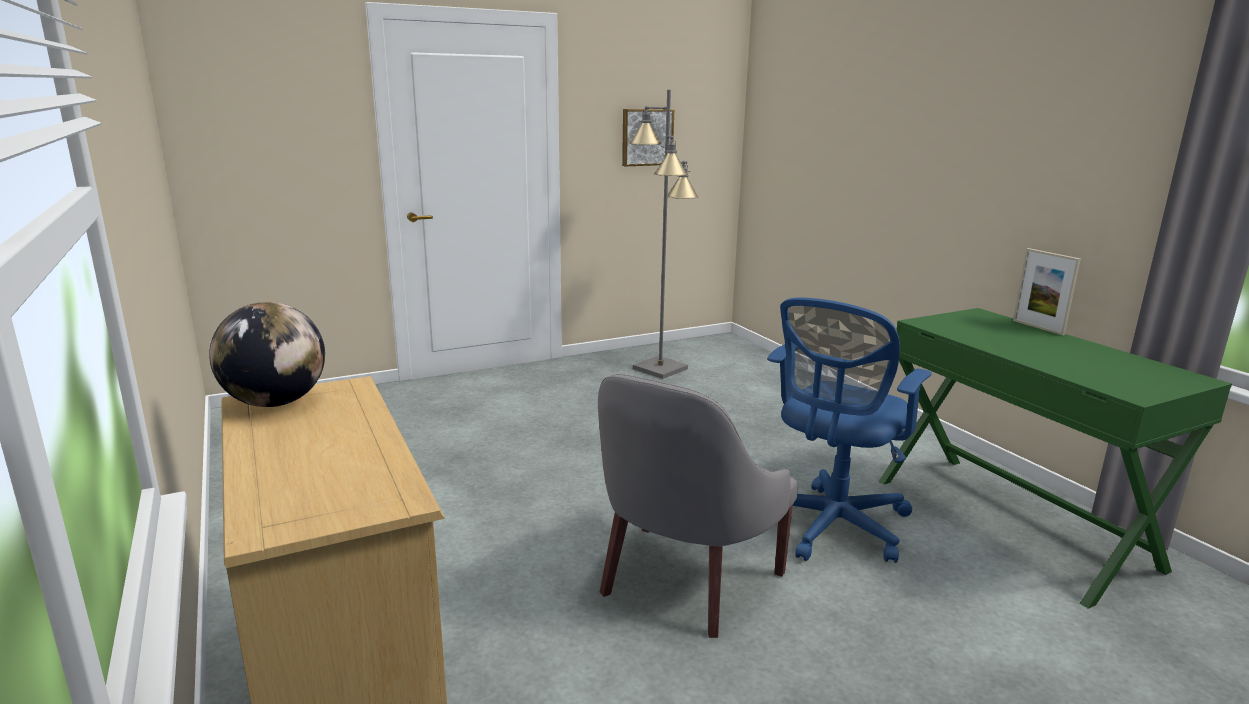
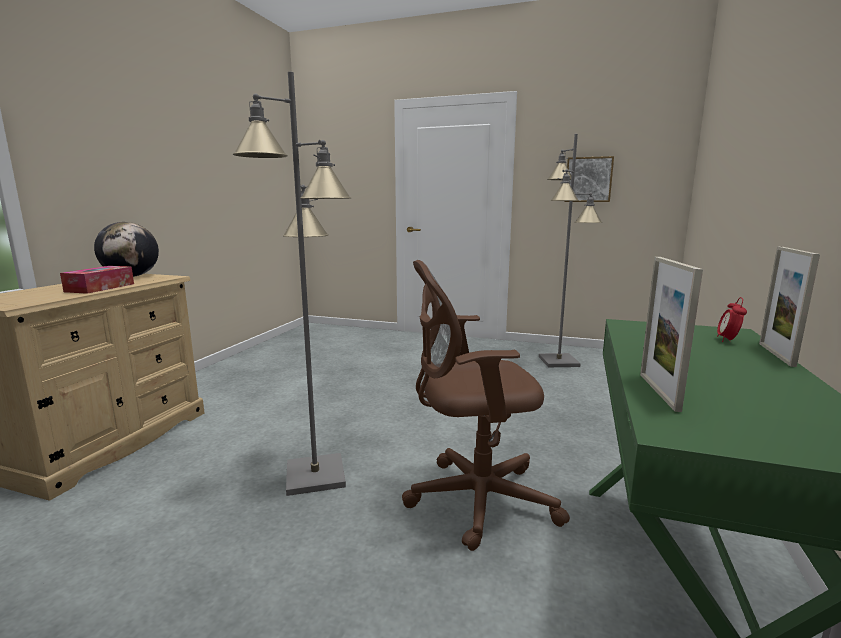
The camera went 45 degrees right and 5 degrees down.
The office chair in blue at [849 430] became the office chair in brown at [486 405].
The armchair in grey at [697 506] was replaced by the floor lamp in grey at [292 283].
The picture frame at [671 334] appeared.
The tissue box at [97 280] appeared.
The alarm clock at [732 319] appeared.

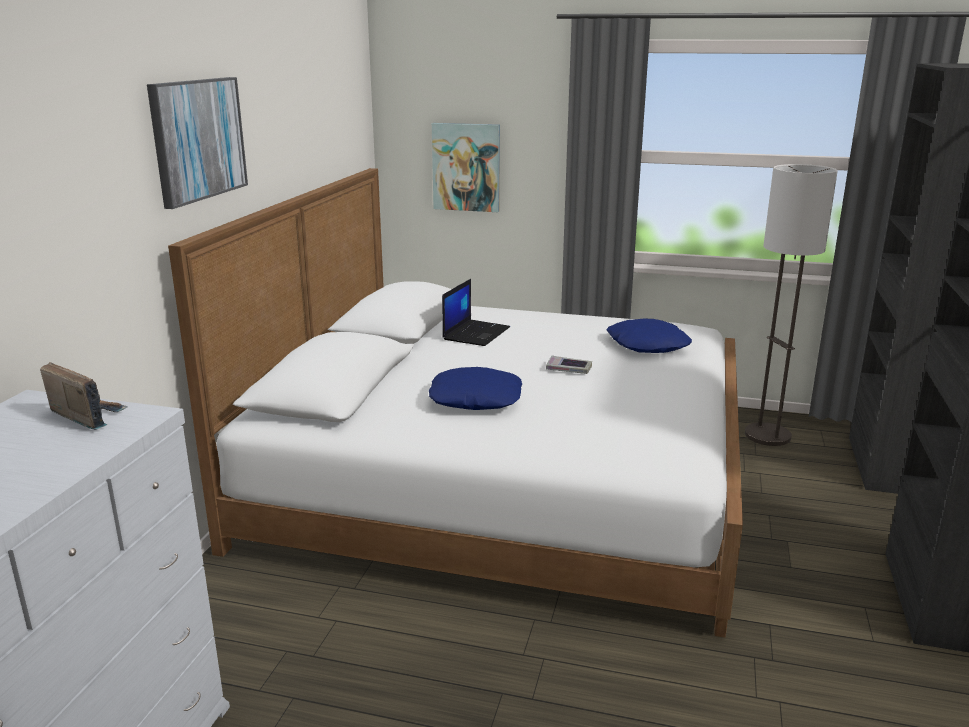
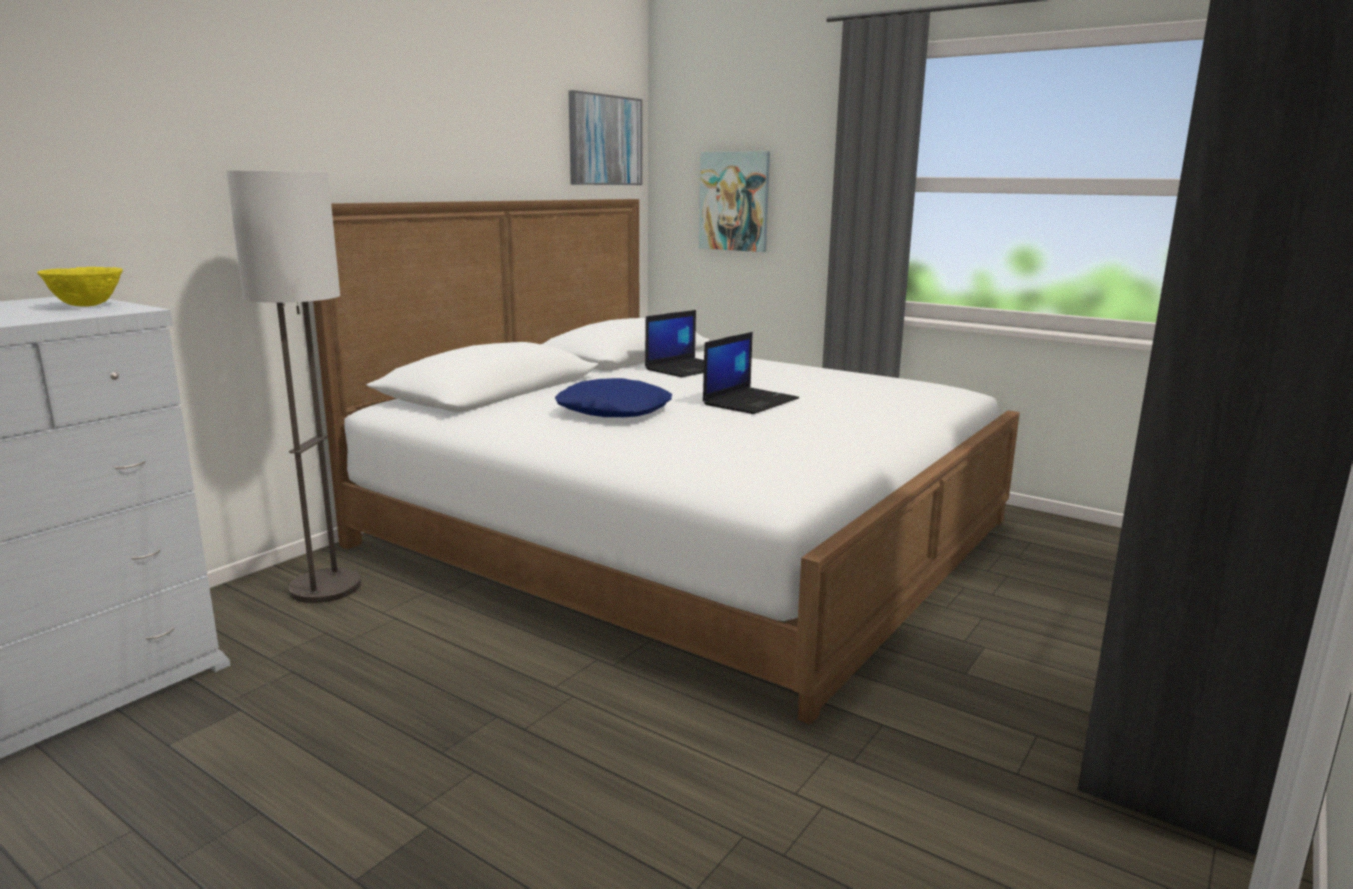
The camera went 20 degrees right and 5 degrees down.
The picture moved from [197 143] to [605 137].
The floor lamp moved from [791 305] to [293 386].
The pillow in blue at [649 335] disappeared.
The book at [569 365] was replaced by the laptop at [751 373].
The radio at [84 396] was replaced by the bowl in yellow at [80 286].

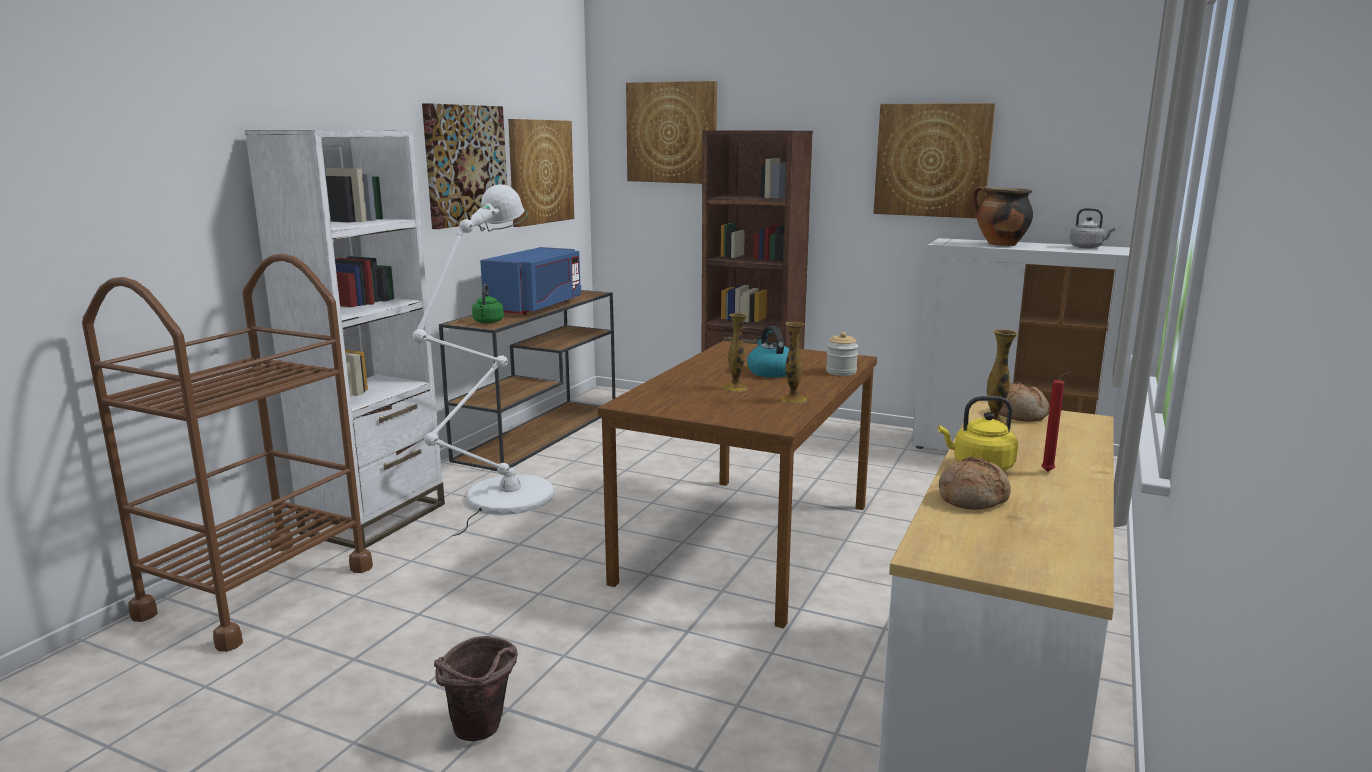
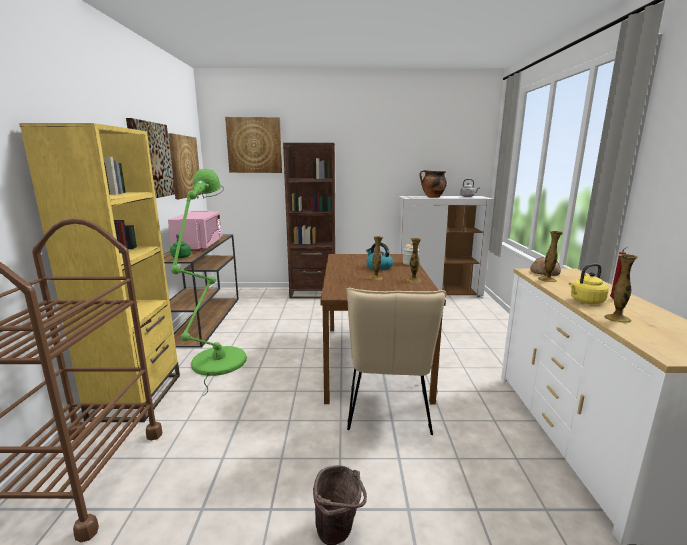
The camera went 25 degrees left and 0 degrees up.
The picture at [934 160] disappeared.
The bookcase in white at [345 339] became the bookcase in yellow at [99 272].
The floor lamp in white at [484 360] became the floor lamp in green at [209 282].
The microwave in blue at [530 281] became the microwave in pink at [195 231].
The bread at [975 483] was replaced by the vase at [621 288].
The chair in beige at [396 361] appeared.

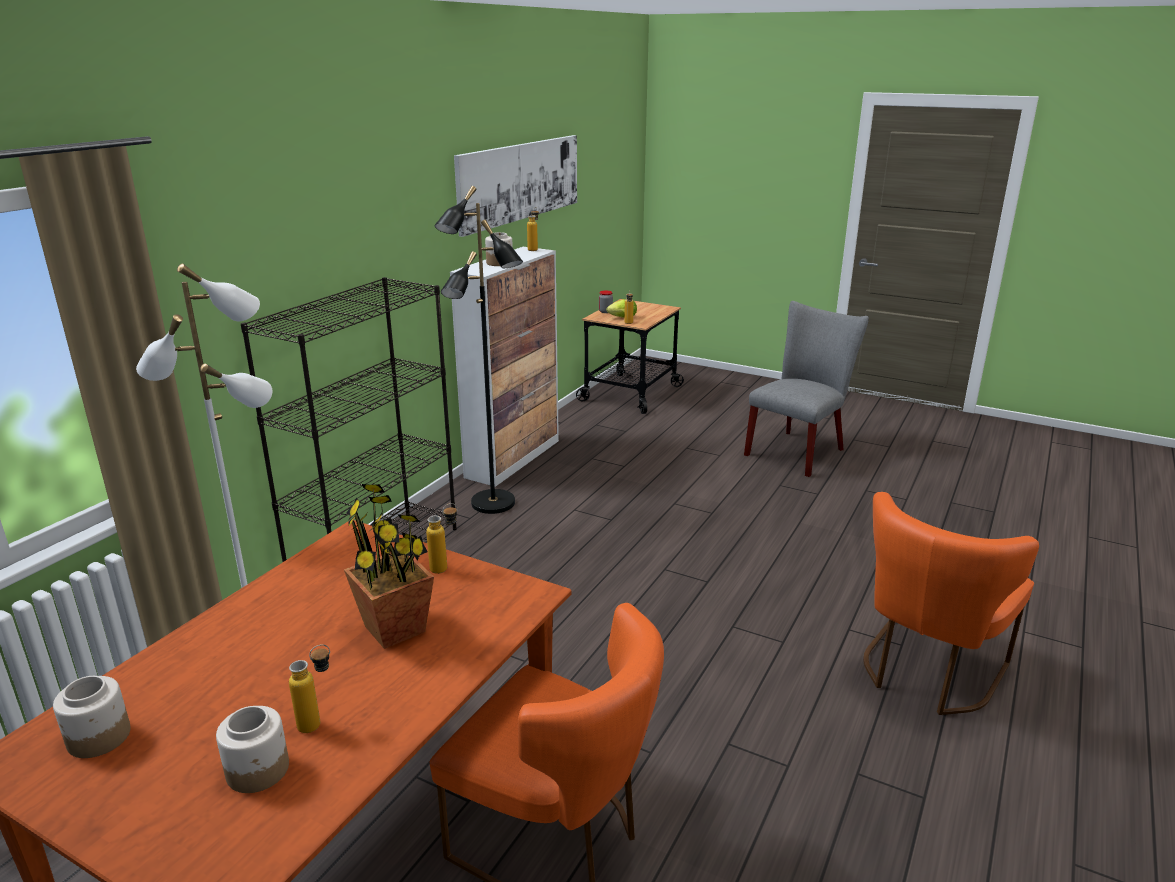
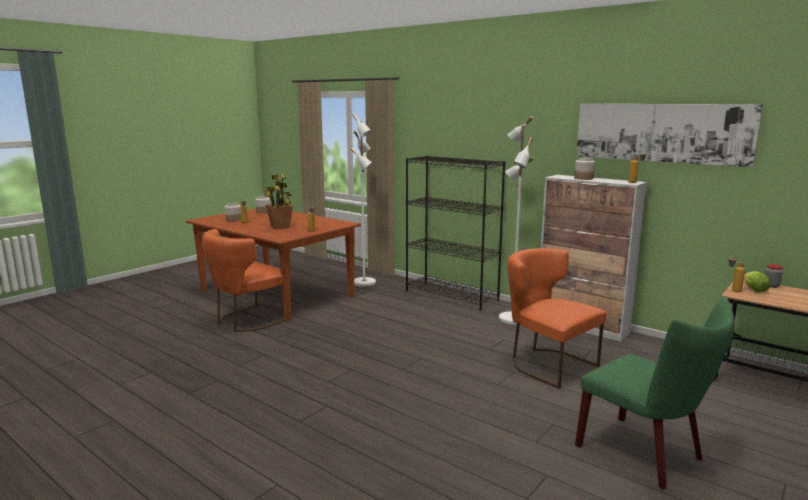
The camera went 100 degrees right and 10 degrees down.
The floor lamp in black at [478 350] became the floor lamp in white at [516 220].
The chair in grey at [806 389] became the chair in green at [654 392].
The chair in orange moved from [951 603] to [557 318].

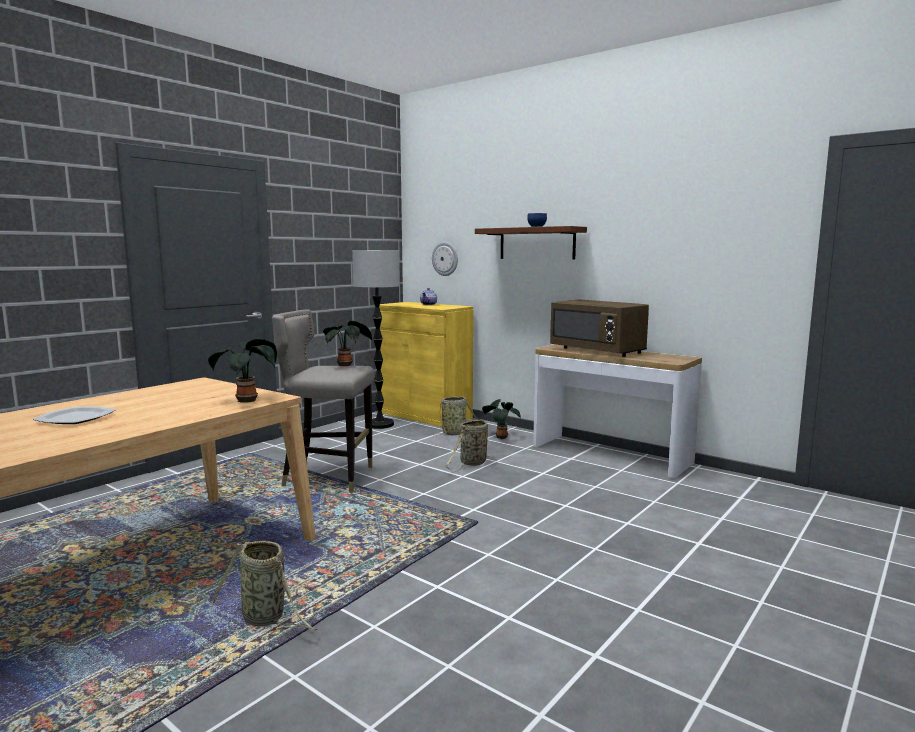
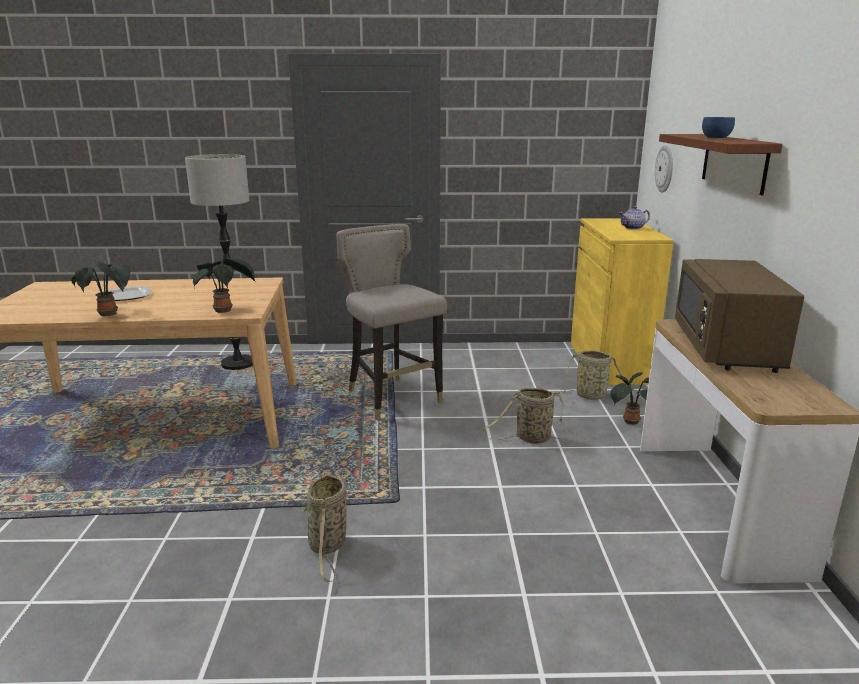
The camera went 50 degrees right and 10 degrees up.
The floor lamp moved from [376 339] to [219 262].
The potted plant moved from [348 343] to [100 289].
The basket moved from [264 585] to [324 526].

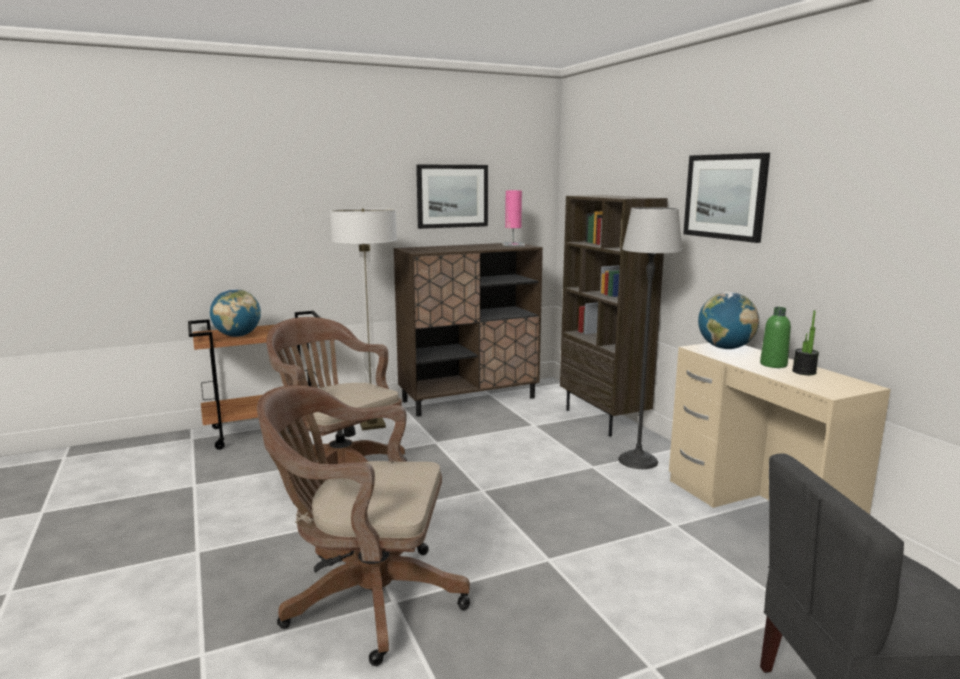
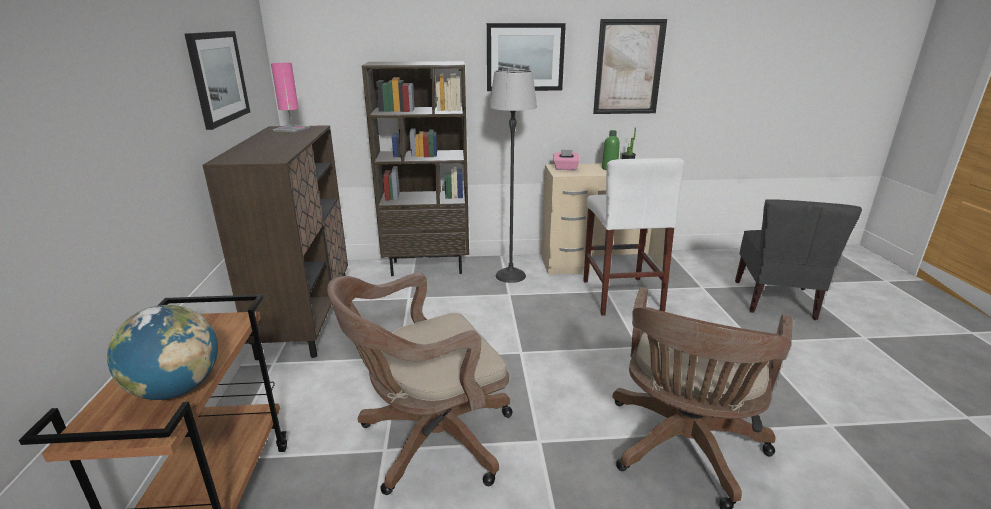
The camera went 70 degrees left and 10 degrees up.
The floor lamp at [363 319] disappeared.
The globe at [728 320] was replaced by the tissue box in pink at [566 160].
The picture at [630 66] appeared.
The stool in white at [633 237] appeared.

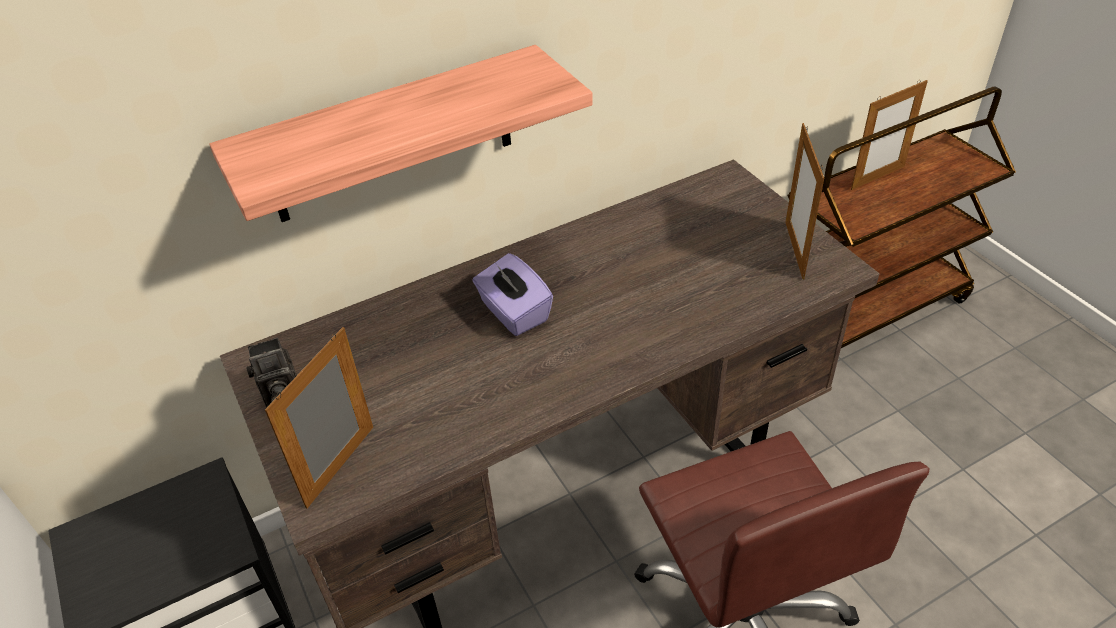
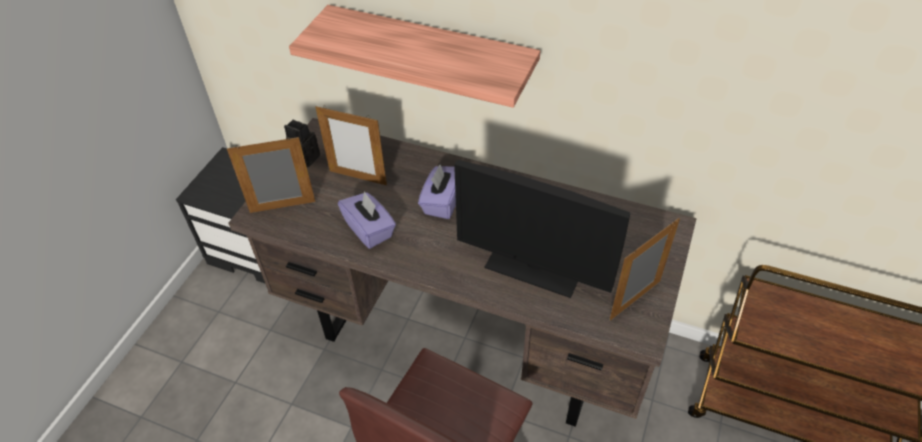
The camera went 50 degrees right and 5 degrees up.
The picture frame moved from [889 135] to [351 145].
The monitor at [542 229] appeared.
The tissue box in purple at [367 220] appeared.

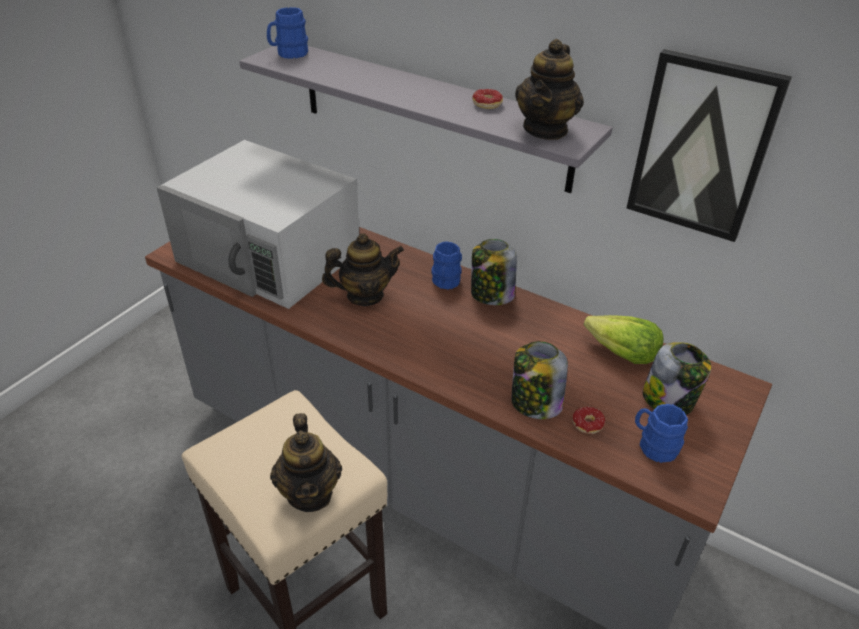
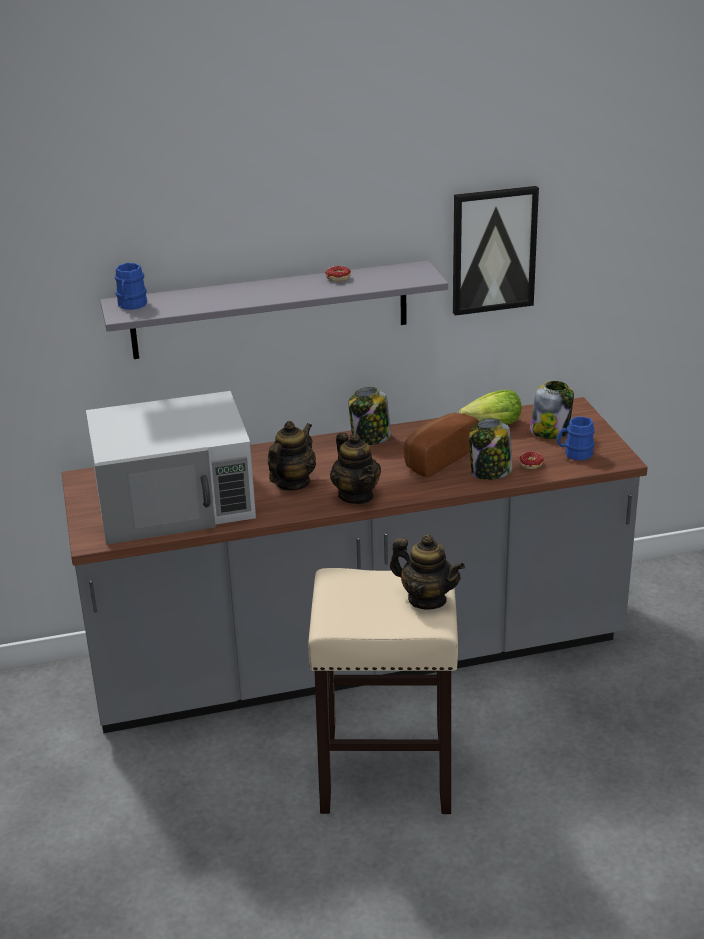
The camera went 45 degrees left and 10 degrees down.
The teapot moved from [549 89] to [355 468].
The mug in blue at [446 265] disappeared.
The bread at [441 444] appeared.

